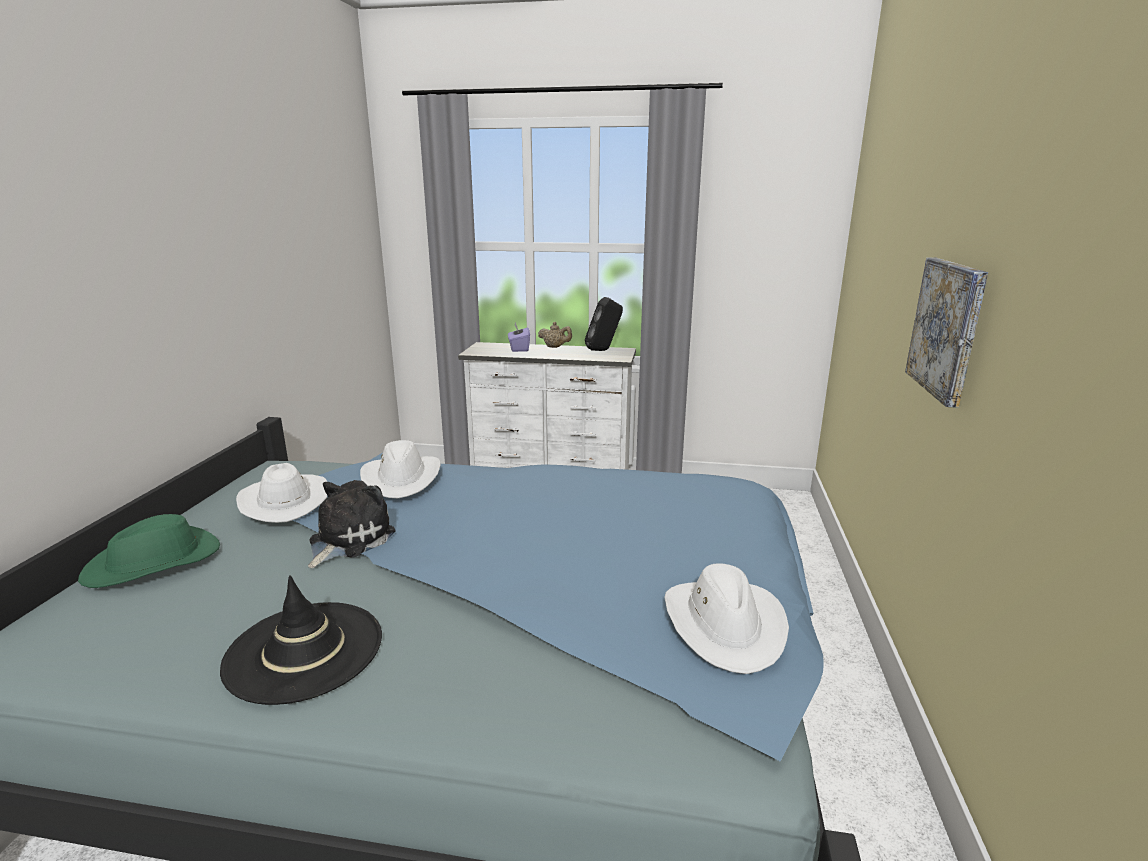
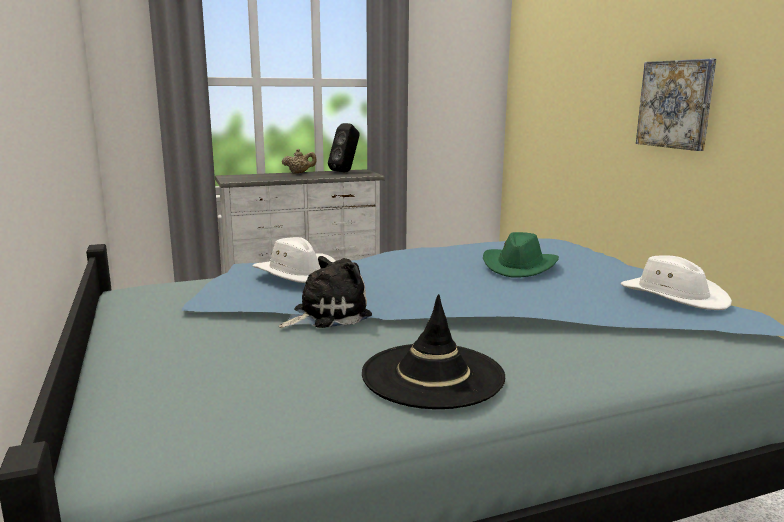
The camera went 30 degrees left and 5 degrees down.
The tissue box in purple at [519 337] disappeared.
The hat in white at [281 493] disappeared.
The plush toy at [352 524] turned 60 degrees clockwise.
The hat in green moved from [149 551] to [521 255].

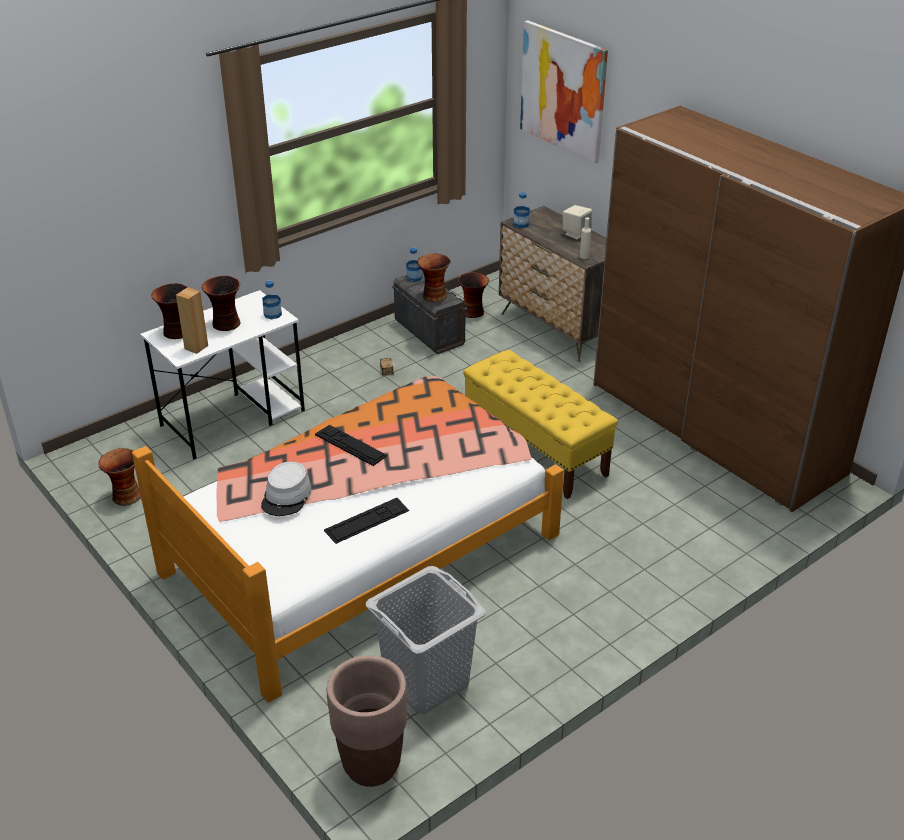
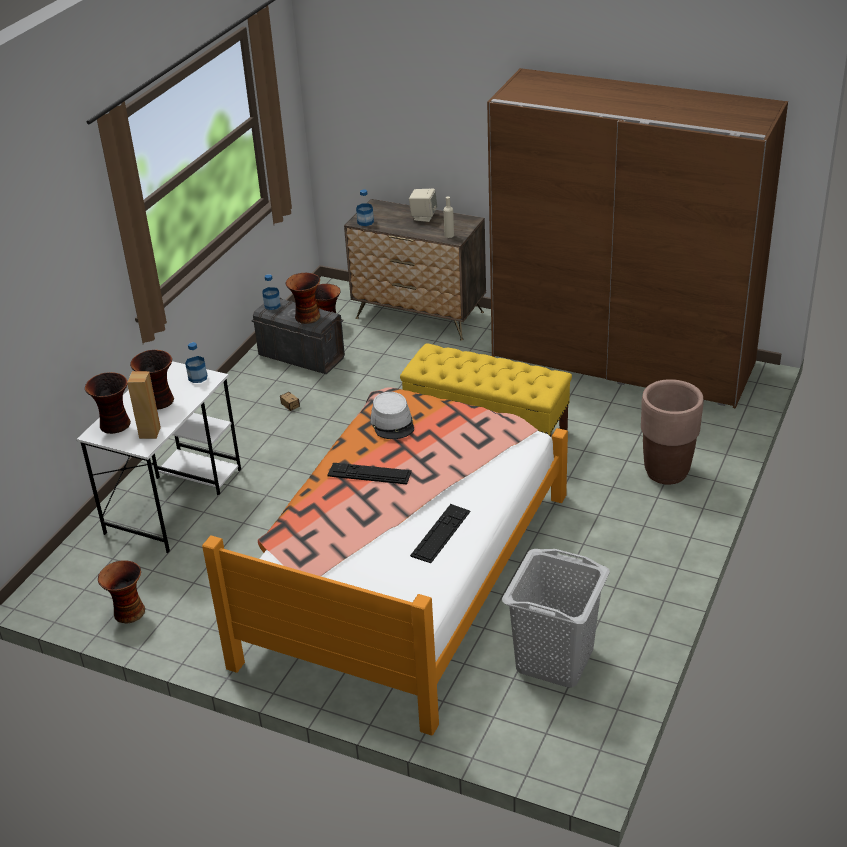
The camera went 25 degrees left and 0 degrees up.
The picture at [564 91] disappeared.
The hat in grey moved from [286 489] to [392 415].
The planter in brown moved from [367 721] to [672 431].

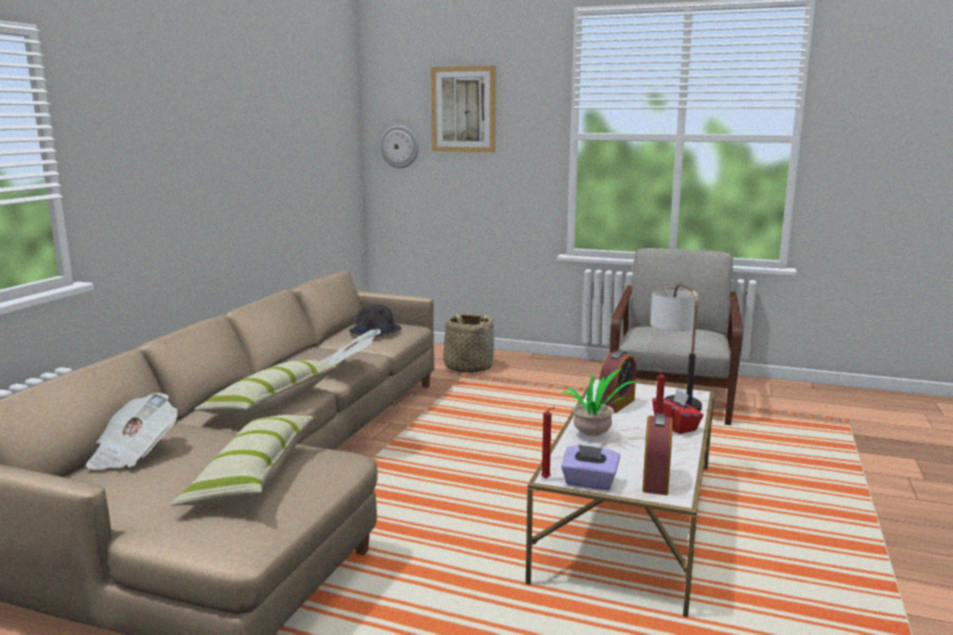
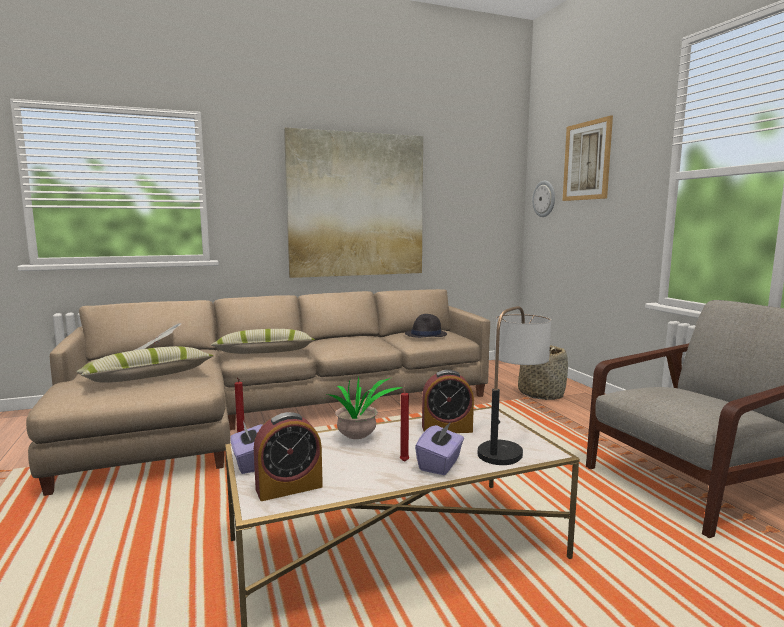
The camera went 50 degrees right and 5 degrees down.
The newspaper at [350 347] disappeared.
The tissue box in red at [677 411] became the tissue box in purple at [439 448].
The picture at [353 203] appeared.

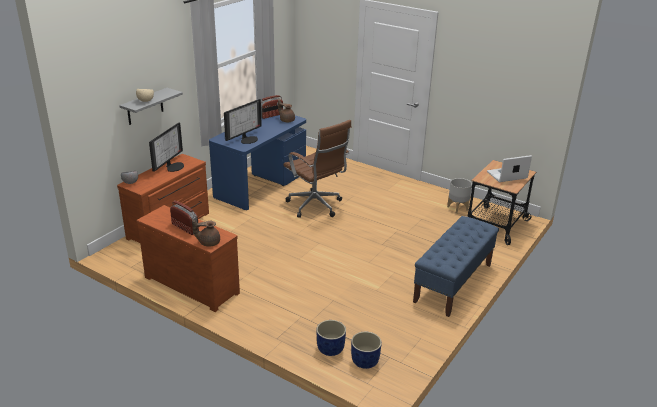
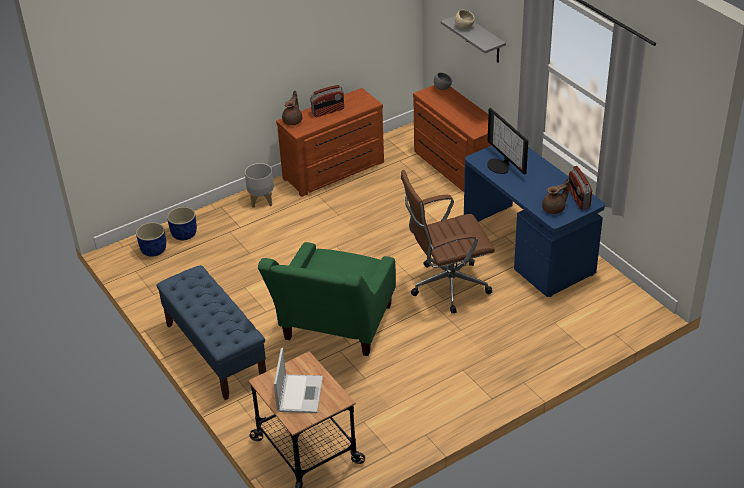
The camera went 115 degrees right and 10 degrees up.
The monitor at [166 147] disappeared.
The planter in grey moved from [459 196] to [259 185].
The armchair in green at [327 299] appeared.

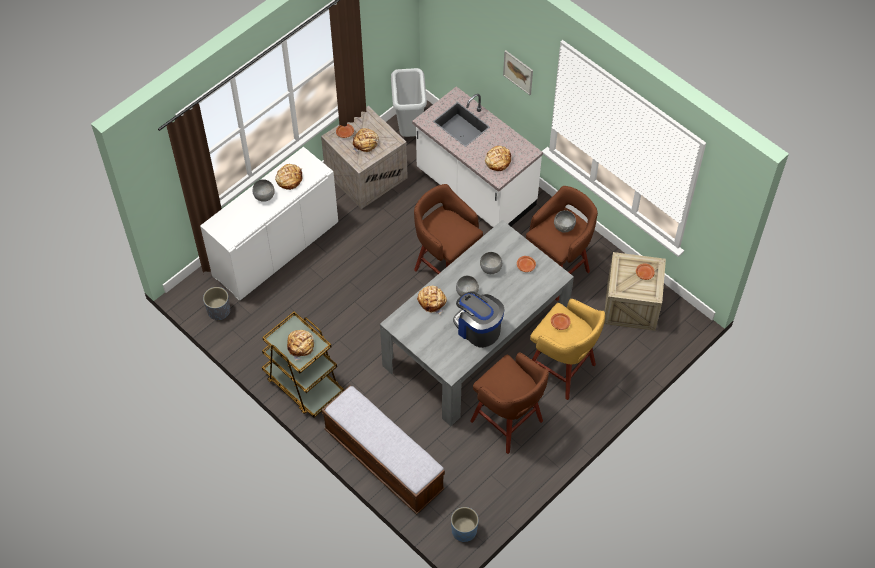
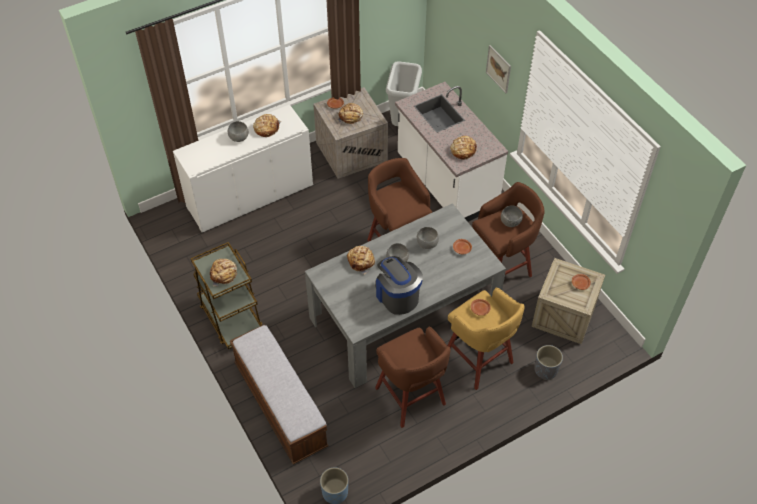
The camera went 15 degrees right and 5 degrees down.
The planter in grey moved from [216 304] to [548 362].

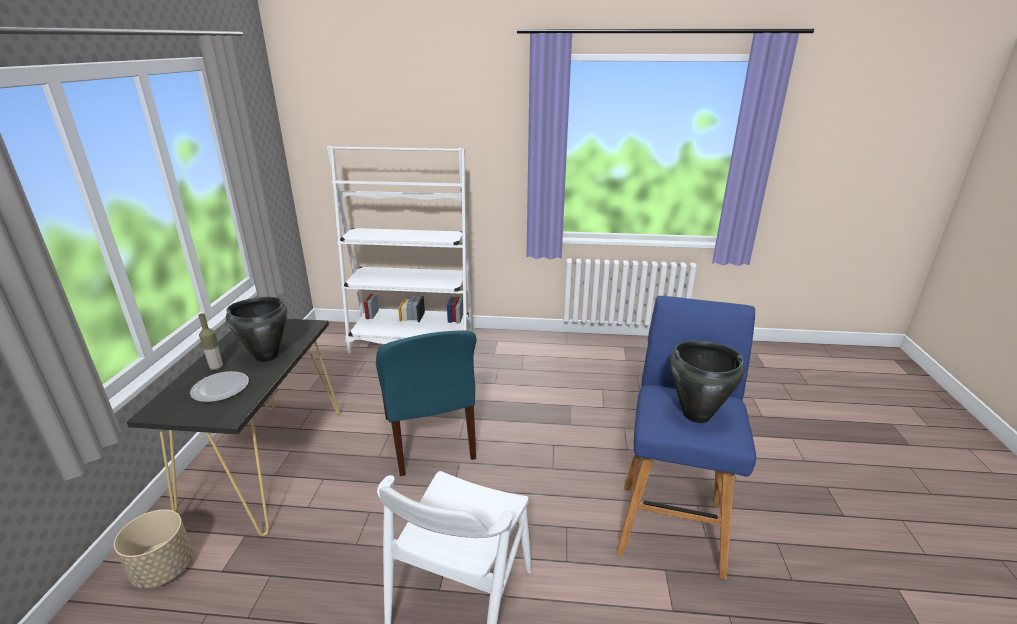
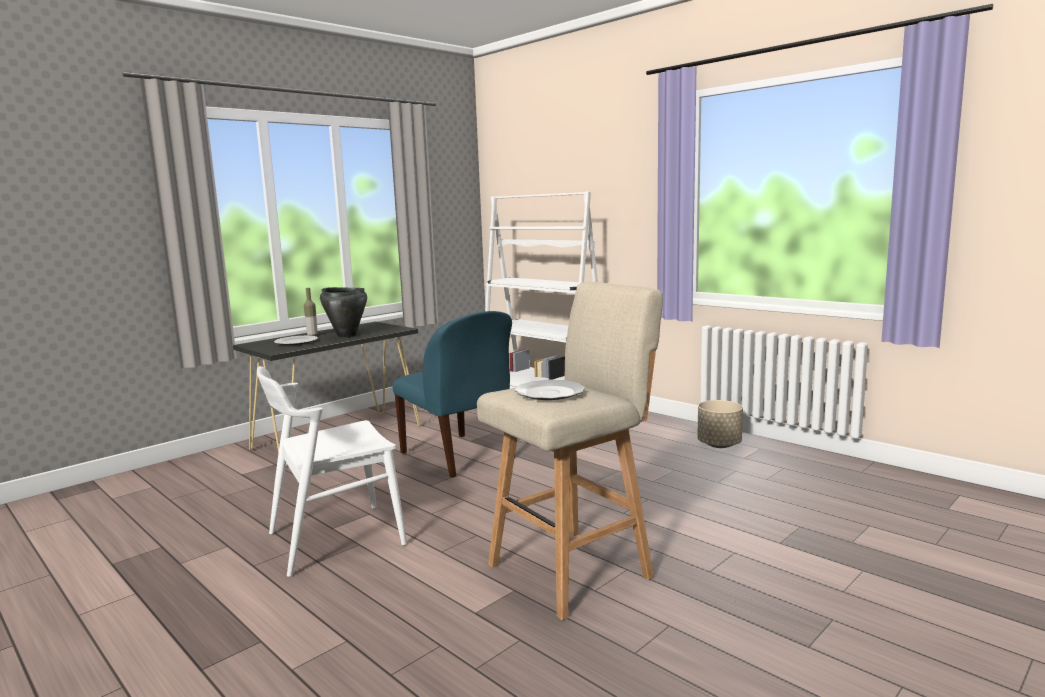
The camera went 40 degrees right and 15 degrees down.
The stool in blue at [686 437] became the stool in beige at [570 451].
The chair in blue at [426 403] turned 60 degrees counterclockwise.
The cooking pot in black at [707 382] was replaced by the plate at [550 390].
The planter in beige moved from [153 549] to [720 424].

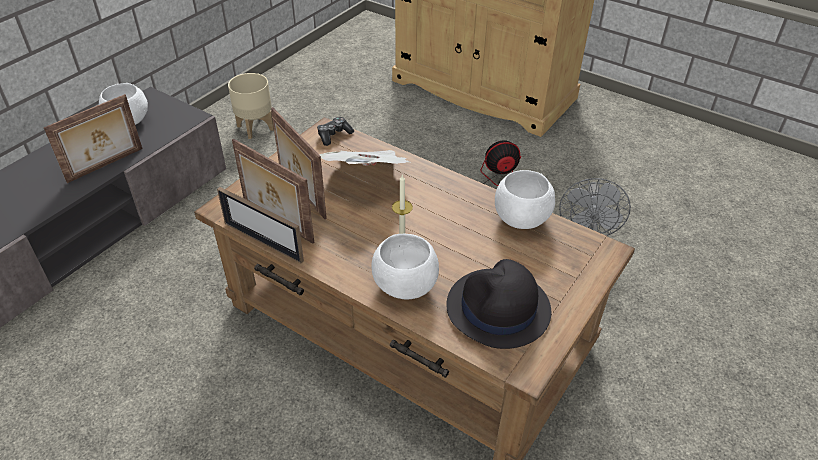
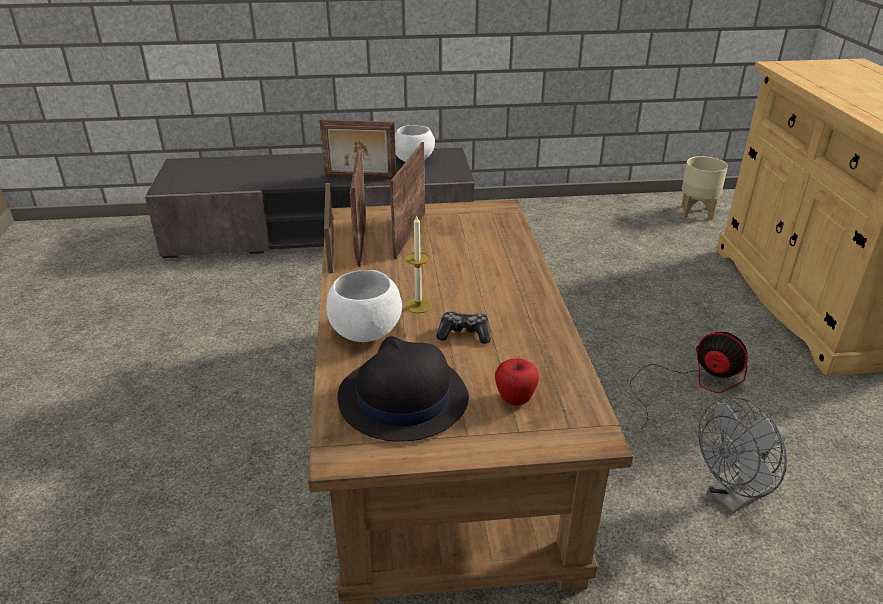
The camera went 50 degrees right and 10 degrees down.
The planter in beige moved from [251 106] to [704 188].
The game controller moved from [335 131] to [463 327].
The newspaper at [364 158] disappeared.
The bowl in white at [525 199] disappeared.
The apple at [517 381] appeared.

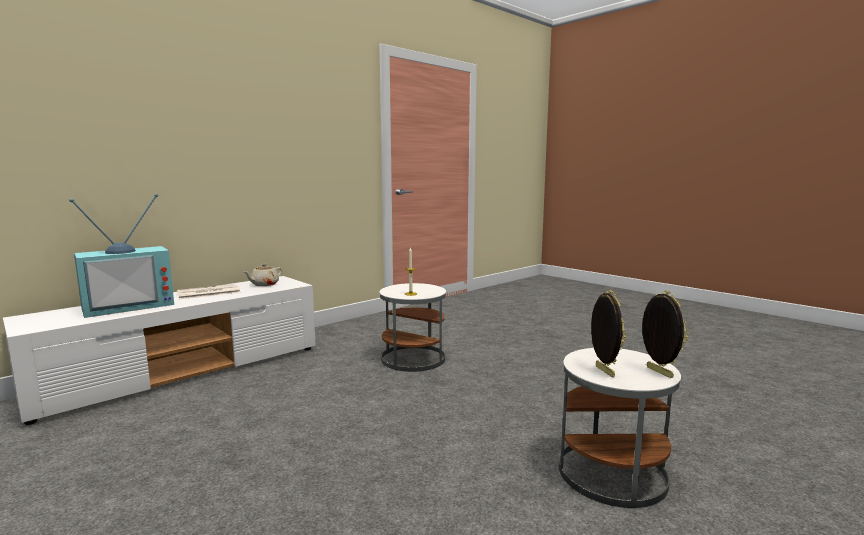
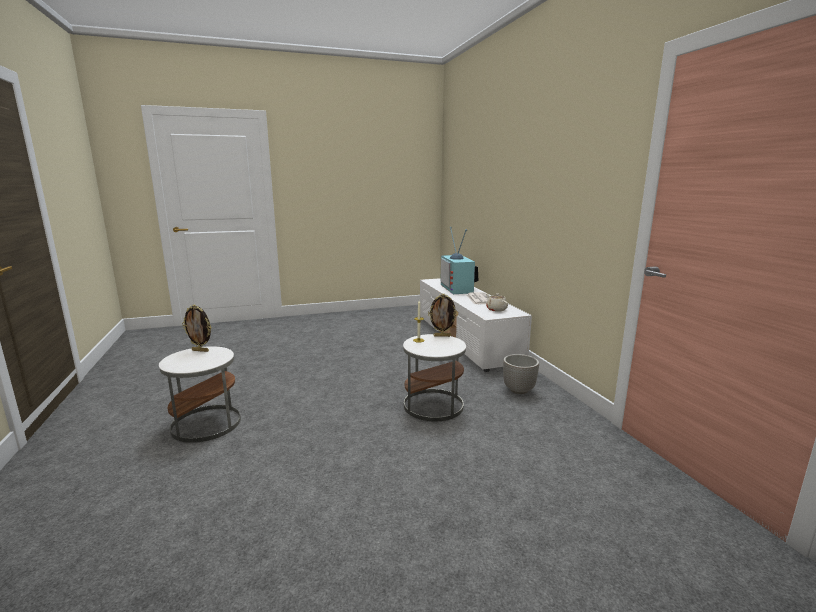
The camera went 115 degrees right and 5 degrees up.
The picture frame moved from [665 334] to [443 315].
The planter at [521 374] appeared.

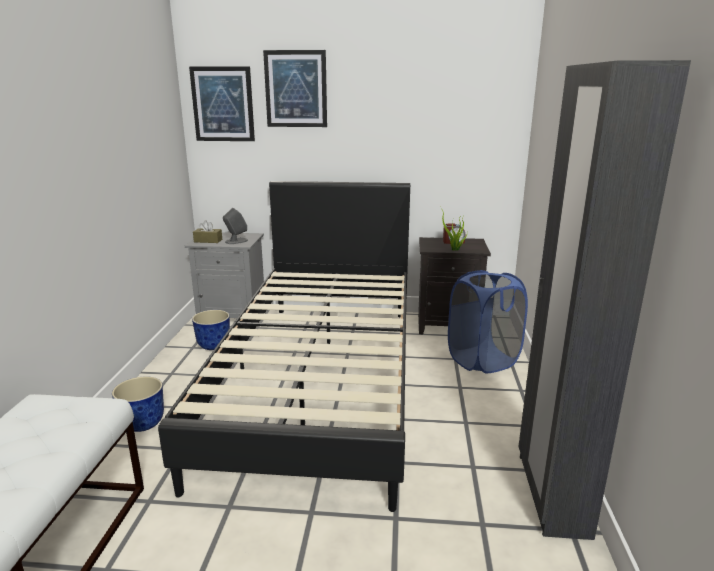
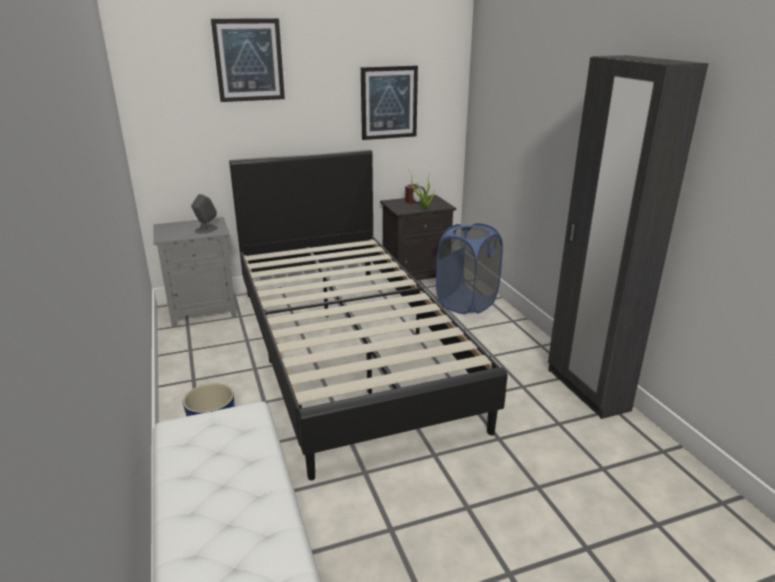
The camera went 25 degrees left and 5 degrees up.
The picture moved from [222 103] to [389 102].
The tissue box in brown at [207 231] disappeared.
The planter at [211 330] disappeared.

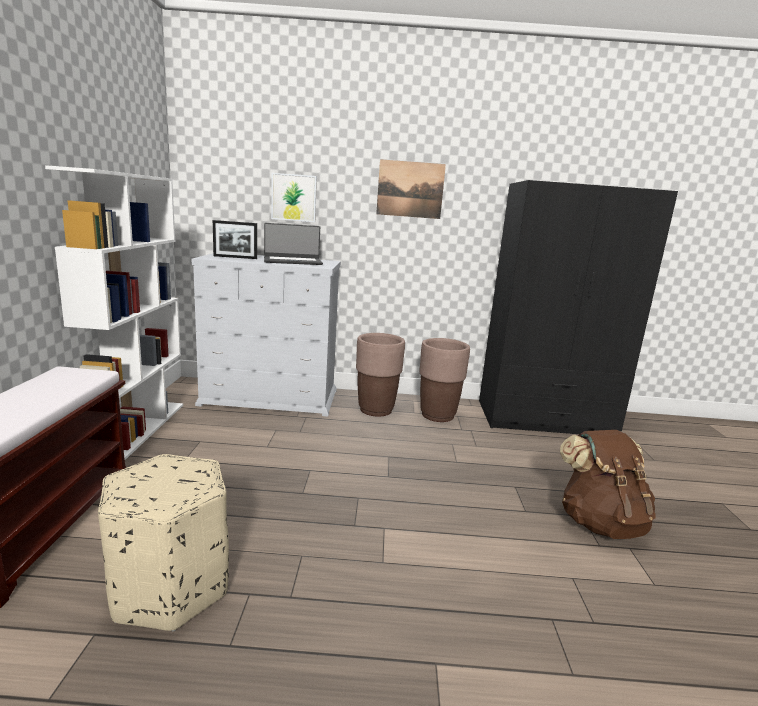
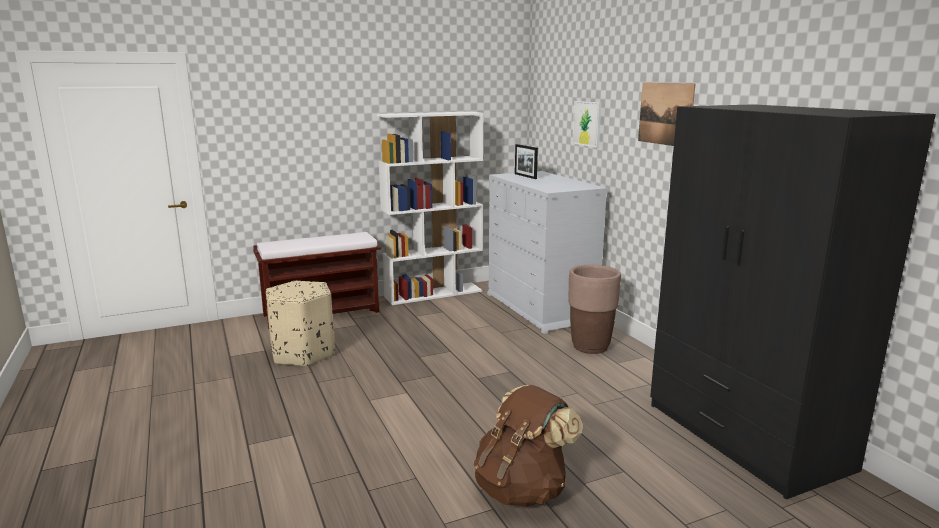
The camera went 65 degrees right and 0 degrees up.
The laptop at [293 244] disappeared.
The planter in brown at [444 380] disappeared.

